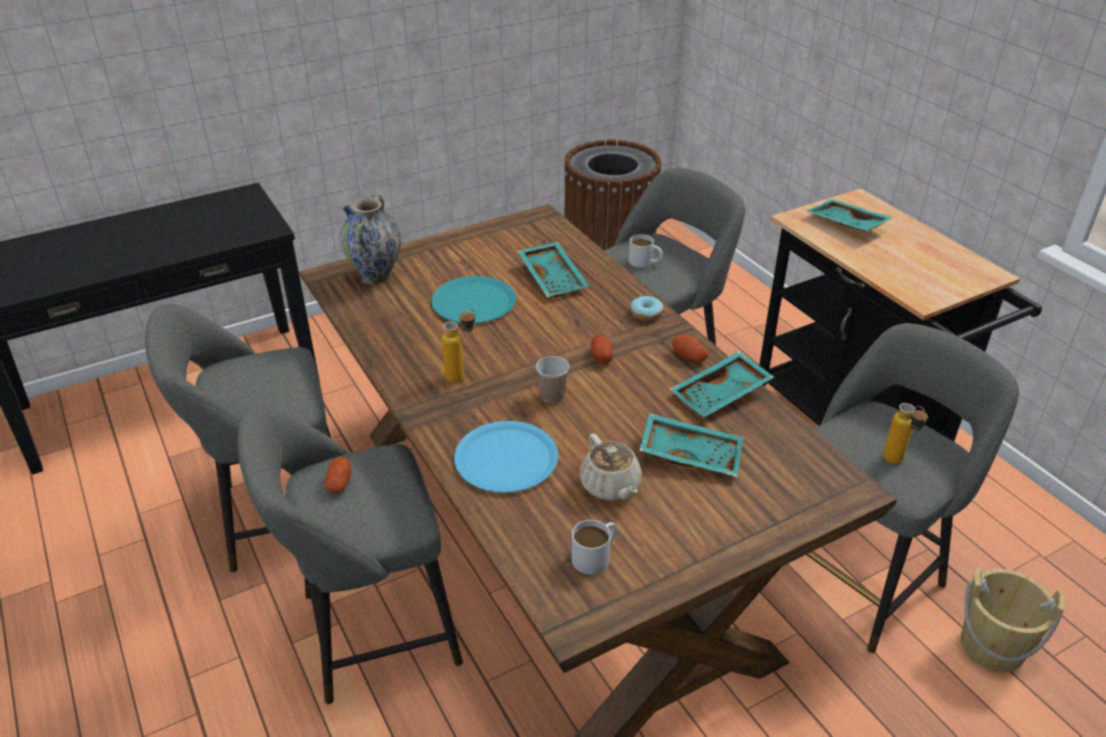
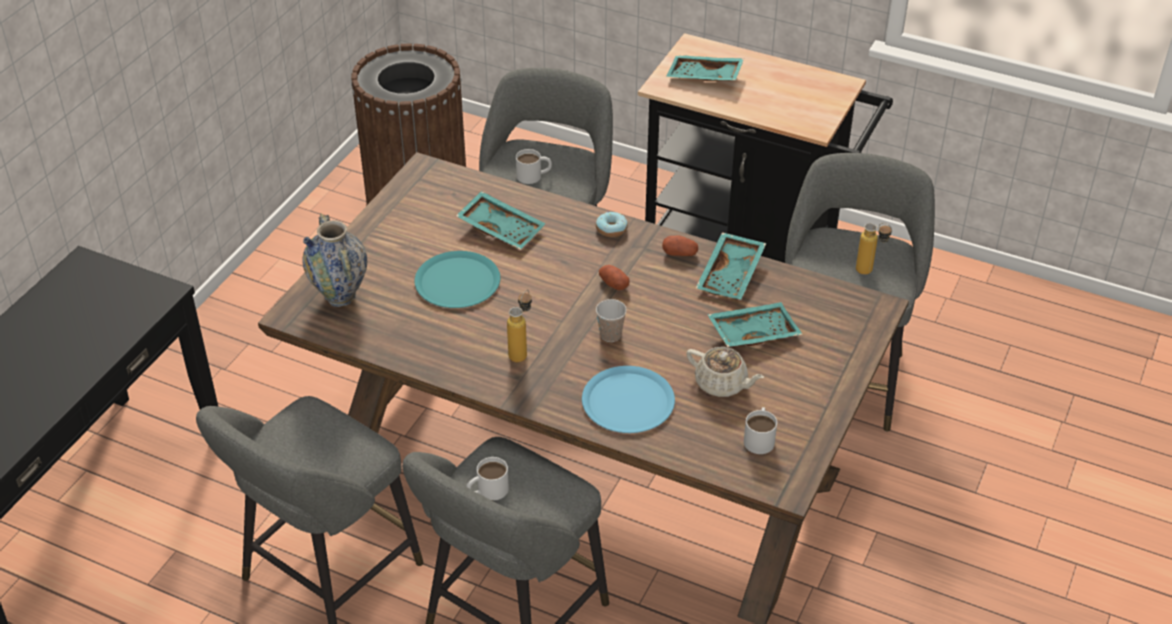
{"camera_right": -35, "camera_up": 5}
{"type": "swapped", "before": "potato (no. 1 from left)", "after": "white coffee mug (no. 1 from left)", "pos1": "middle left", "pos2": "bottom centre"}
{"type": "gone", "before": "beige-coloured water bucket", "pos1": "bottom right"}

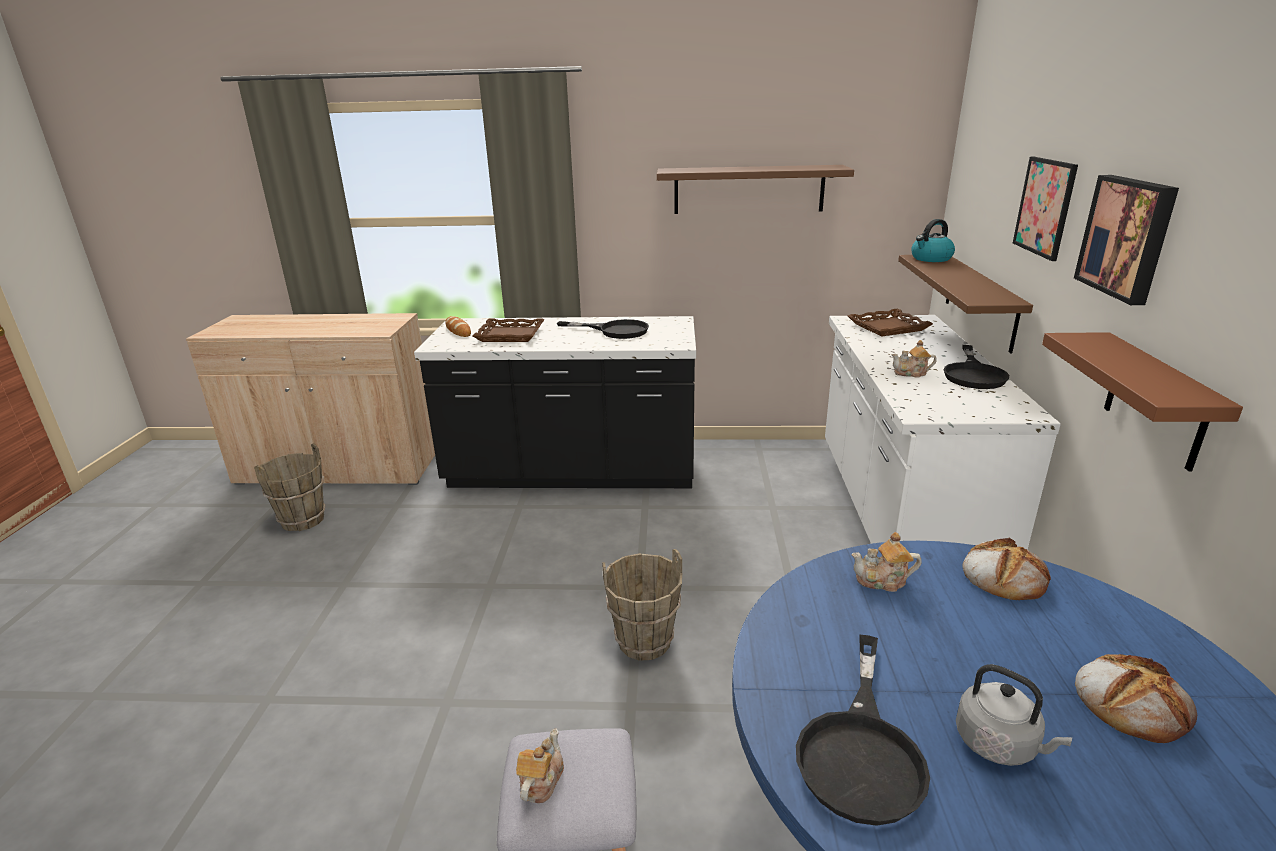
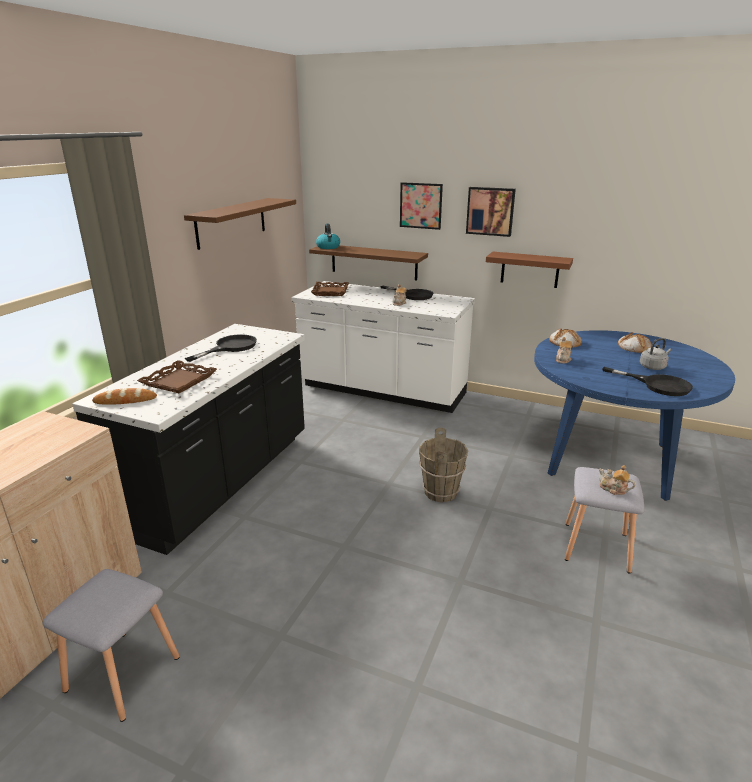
{"camera_right": -70, "camera_up": 0}
{"type": "swapped", "before": "brown water bucket (no. 1 from left)", "after": "gray stool seat (no. 1 from left)", "pos1": "middle left", "pos2": "bottom left"}

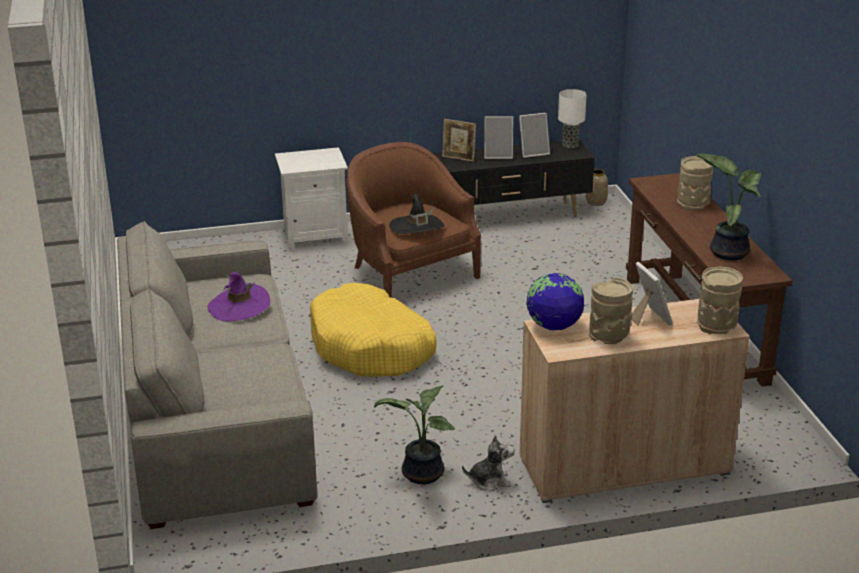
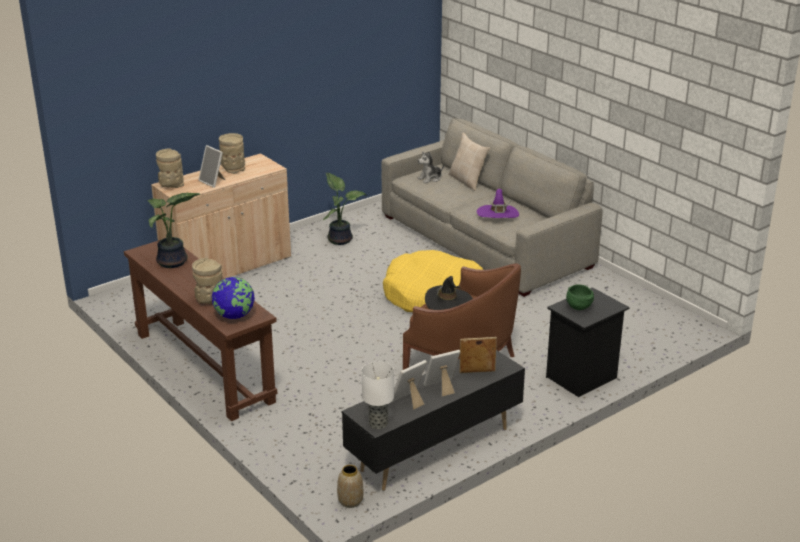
{"camera_right": 155, "camera_up": 0}
{"type": "repainted", "before": "white bedside table", "after": "black bedside table", "pos1": "centre", "pos2": "middle right"}
{"type": "shifted", "before": "cuddly toy", "pos1": "bottom centre", "pos2": "top centre"}
{"type": "shifted", "before": "globe", "pos1": "centre", "pos2": "middle left"}
{"type": "new", "after": "beige-coloured pillow", "pos2": "top centre"}
{"type": "new", "after": "green deep dish", "pos2": "middle right"}

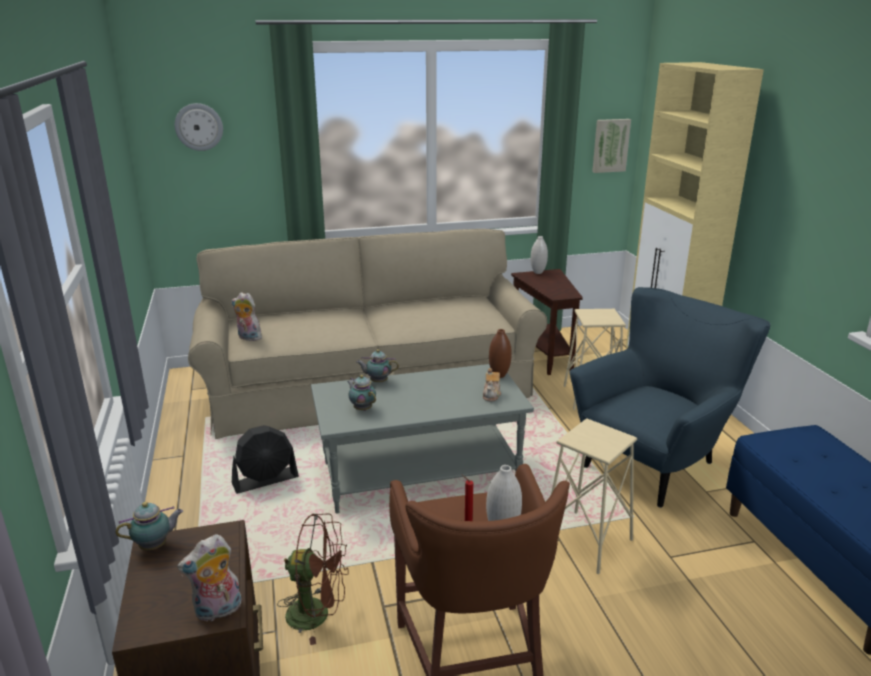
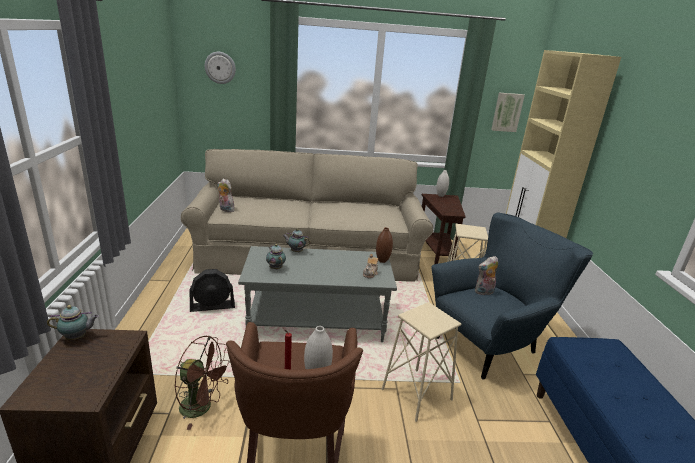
{"camera_right": 10, "camera_up": 0}
{"type": "shifted", "before": "cuddly toy (no. 1 from left in the first image)", "after": "cuddly toy (no. 2 from left)", "pos1": "bottom left", "pos2": "middle right"}

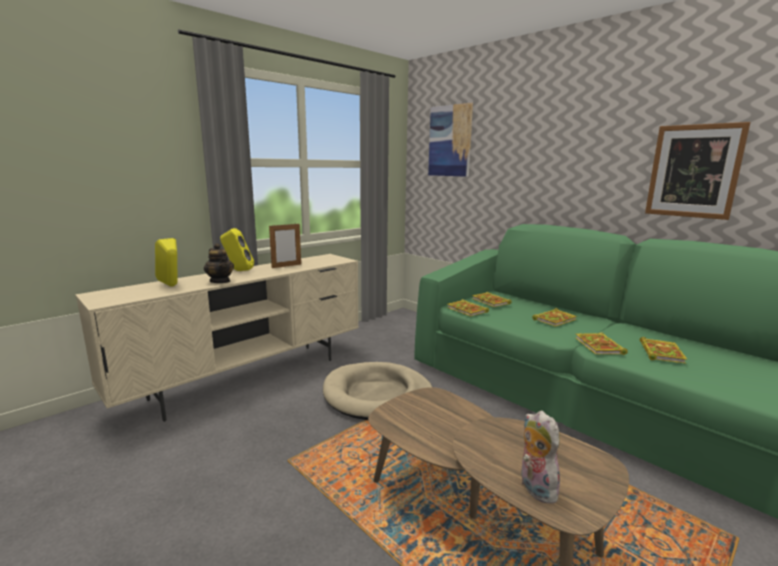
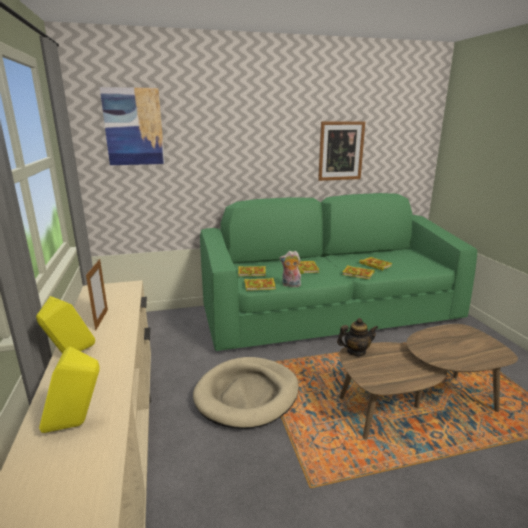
{"camera_right": -60, "camera_up": 5}
{"type": "shifted", "before": "tea pot", "pos1": "middle left", "pos2": "middle right"}
{"type": "shifted", "before": "cuddly toy", "pos1": "bottom right", "pos2": "centre"}

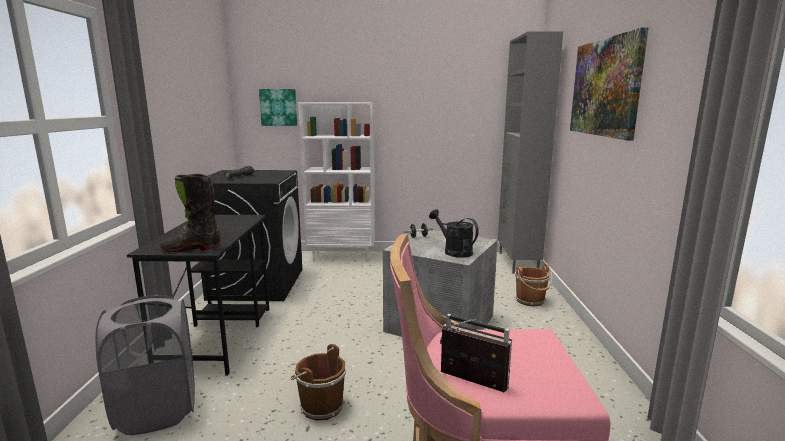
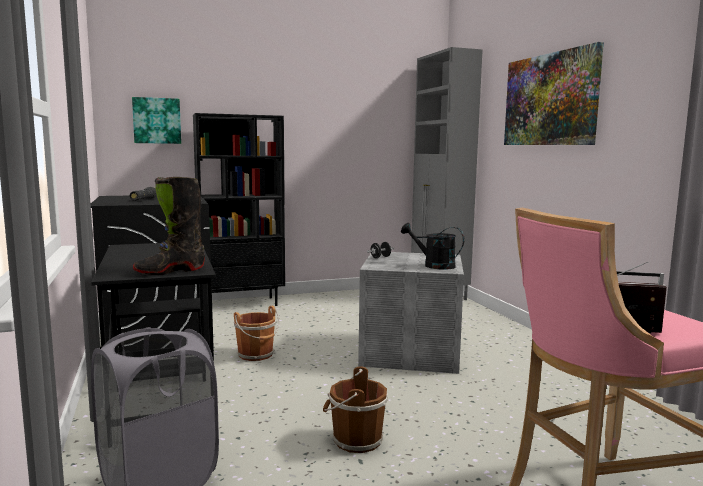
{"camera_right": -20, "camera_up": -5}
{"type": "repainted", "before": "white bookcase", "after": "black bookcase", "pos1": "centre", "pos2": "centre"}
{"type": "shifted", "before": "brown water bucket (no. 2 from left in the first image)", "after": "brown water bucket (no. 1 from left)", "pos1": "middle right", "pos2": "bottom centre"}

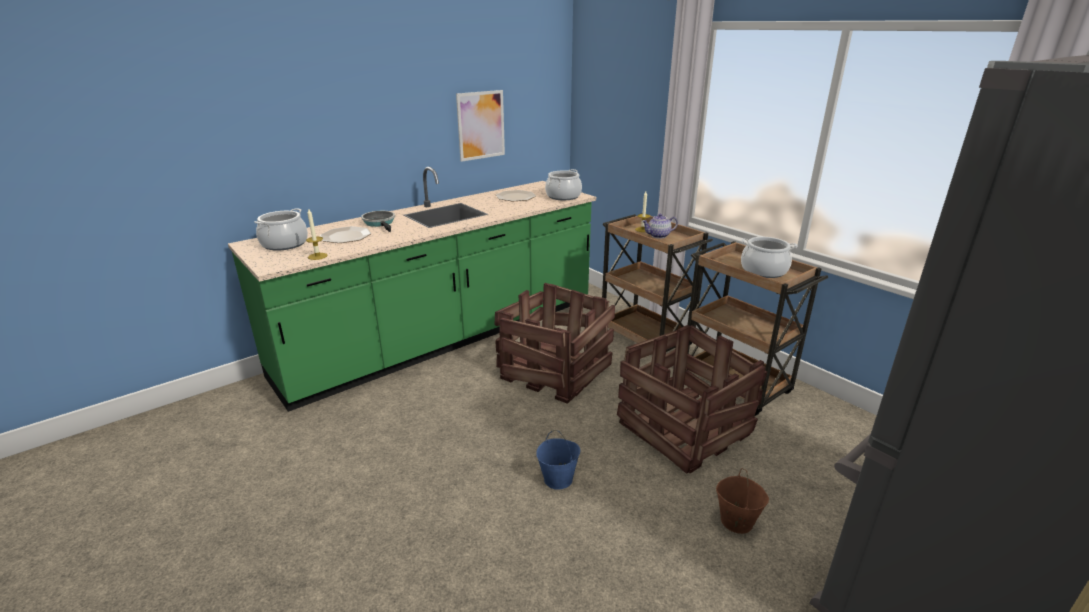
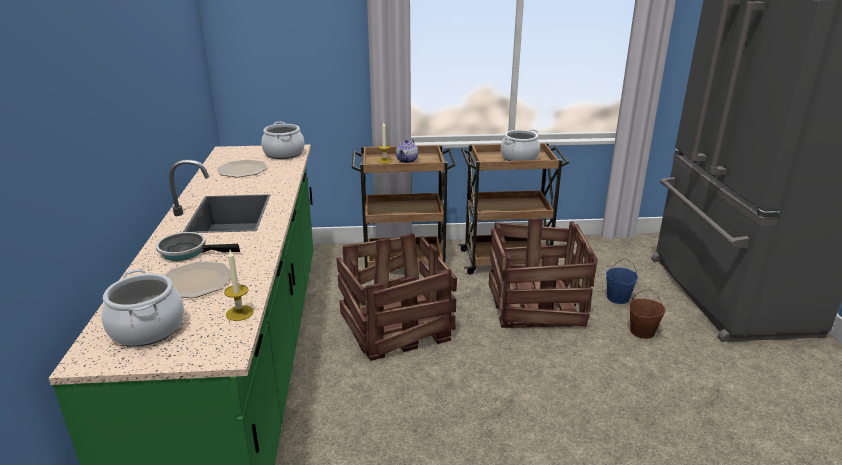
{"camera_right": -55, "camera_up": 0}
{"type": "gone", "before": "wall picture", "pos1": "top centre"}
{"type": "shifted", "before": "bluish water bucket", "pos1": "bottom centre", "pos2": "middle right"}

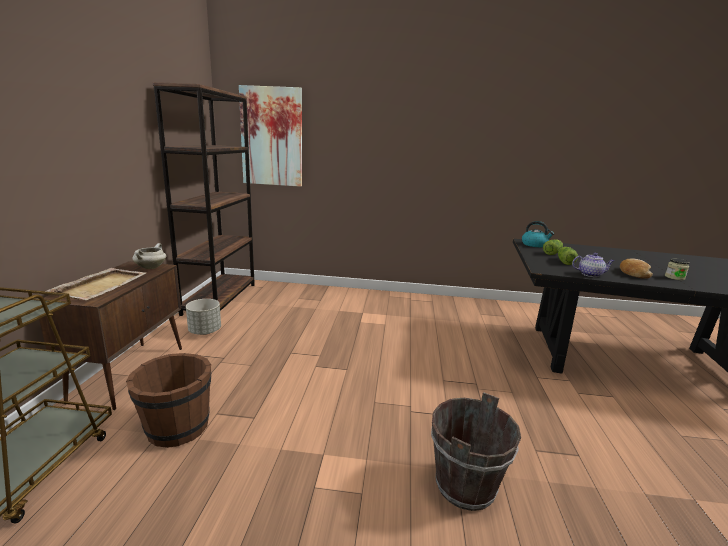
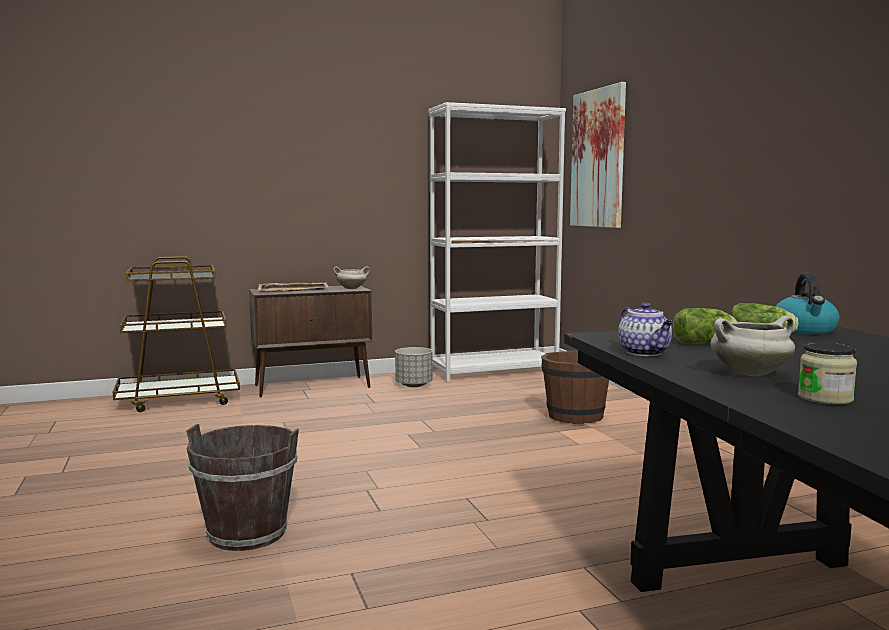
{"camera_right": 65, "camera_up": -10}
{"type": "shifted", "before": "brown water bucket (no. 1 from left in the first image)", "after": "brown water bucket (no. 2 from left)", "pos1": "bottom left", "pos2": "centre"}
{"type": "repainted", "before": "brown bookcase", "after": "white bookcase", "pos1": "middle left", "pos2": "centre"}
{"type": "swapped", "before": "bread", "after": "white cooking pot (no. 2 from left)", "pos1": "middle right", "pos2": "middle right"}

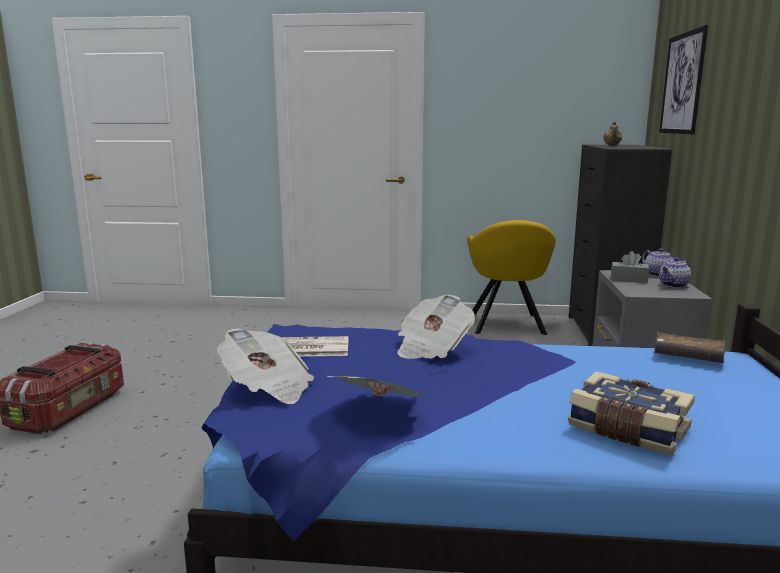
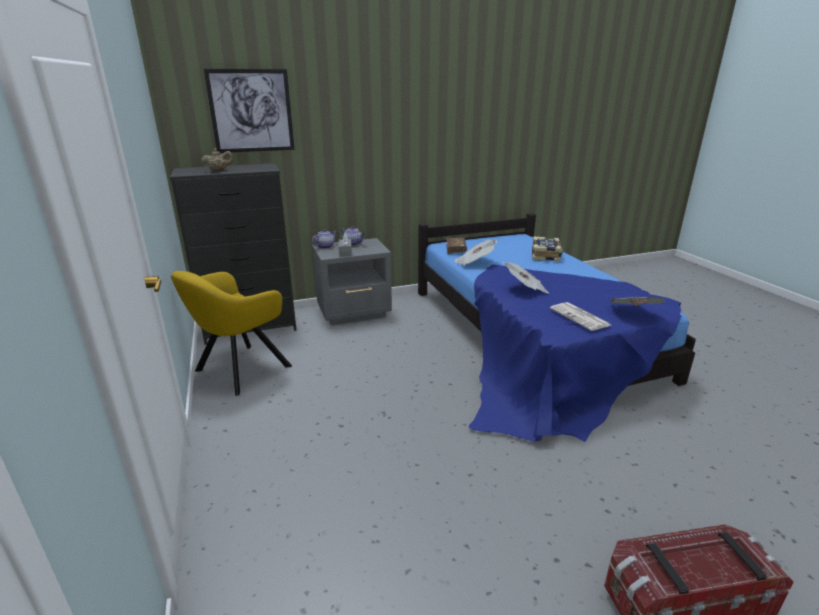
{"camera_right": -115, "camera_up": 10}
{"type": "shifted", "before": "newspaper (no. 3 from left in the first image)", "after": "newspaper (no. 1 from left)", "pos1": "bottom centre", "pos2": "centre"}
{"type": "rotated", "before": "yellow armchair", "pos1": "centre", "pos2": "middle left", "turn": 150}

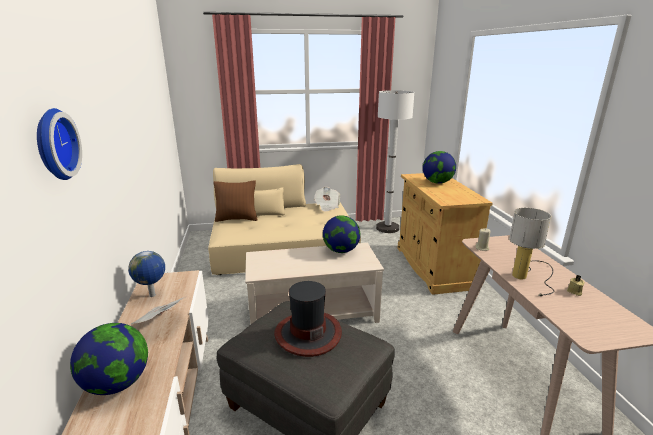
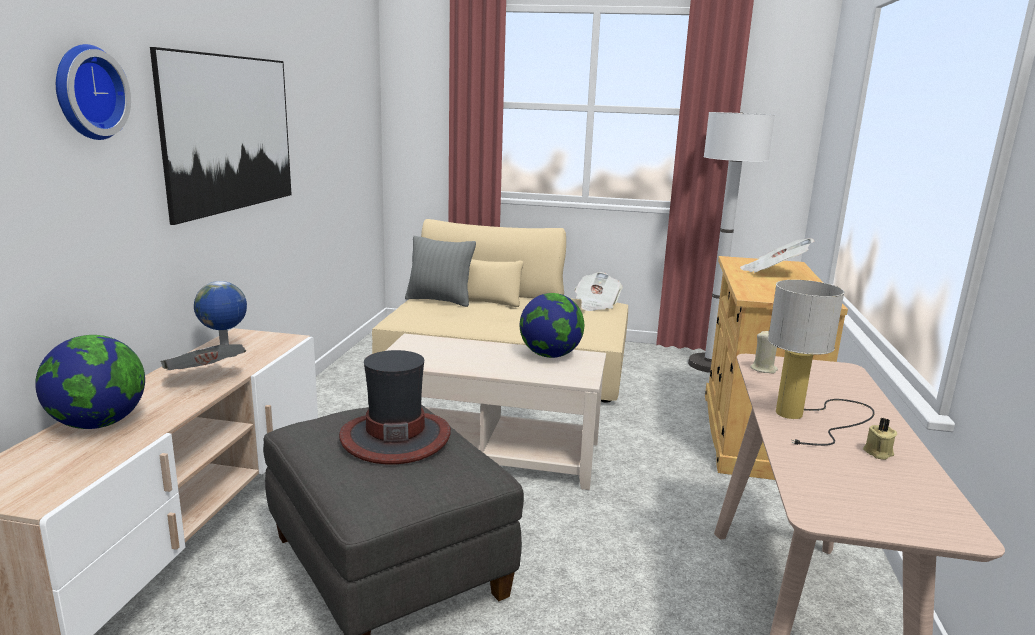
{"camera_right": 20, "camera_up": -5}
{"type": "repainted", "before": "brown pillow", "after": "gray pillow", "pos1": "centre", "pos2": "centre"}
{"type": "swapped", "before": "globe (no. 4 from left)", "after": "newspaper (no. 3 from left)", "pos1": "middle right", "pos2": "middle right"}
{"type": "new", "after": "wall picture", "pos2": "top left"}

